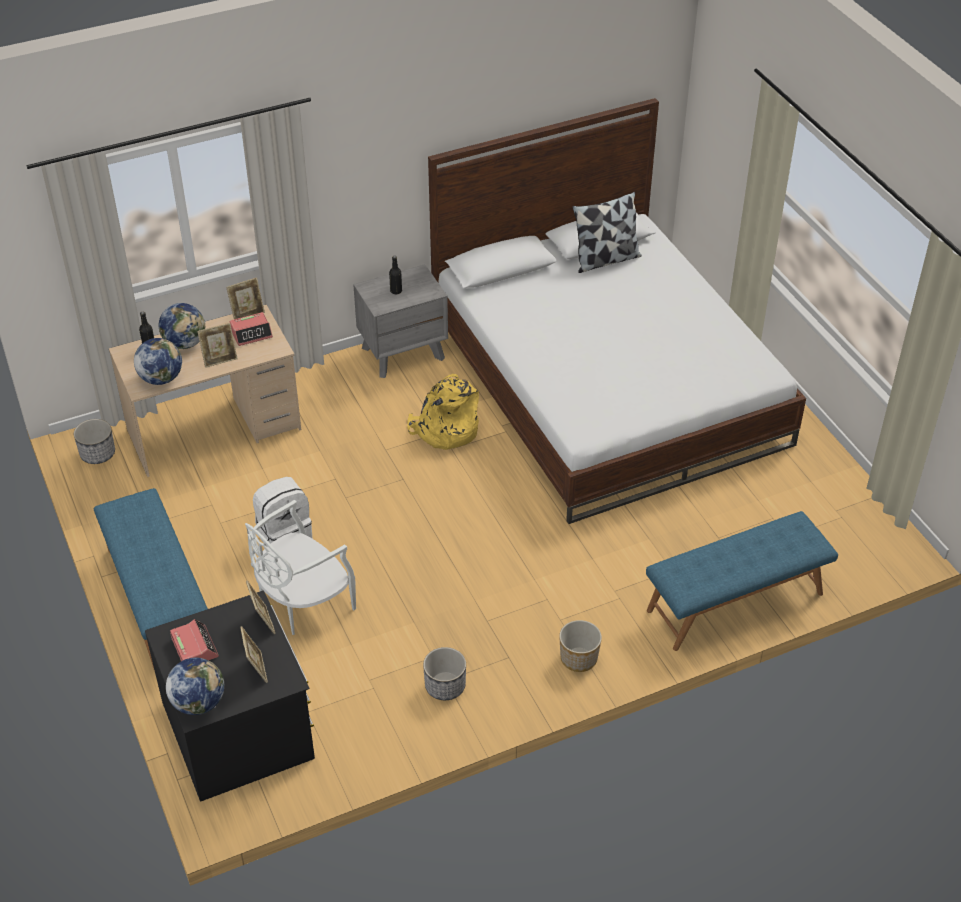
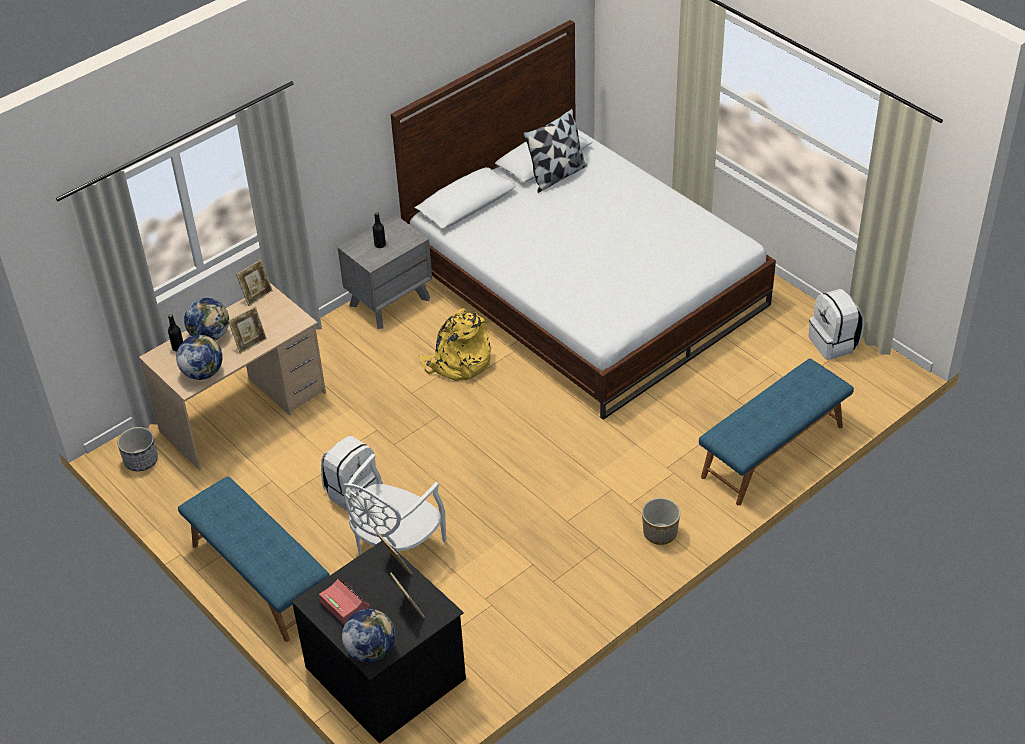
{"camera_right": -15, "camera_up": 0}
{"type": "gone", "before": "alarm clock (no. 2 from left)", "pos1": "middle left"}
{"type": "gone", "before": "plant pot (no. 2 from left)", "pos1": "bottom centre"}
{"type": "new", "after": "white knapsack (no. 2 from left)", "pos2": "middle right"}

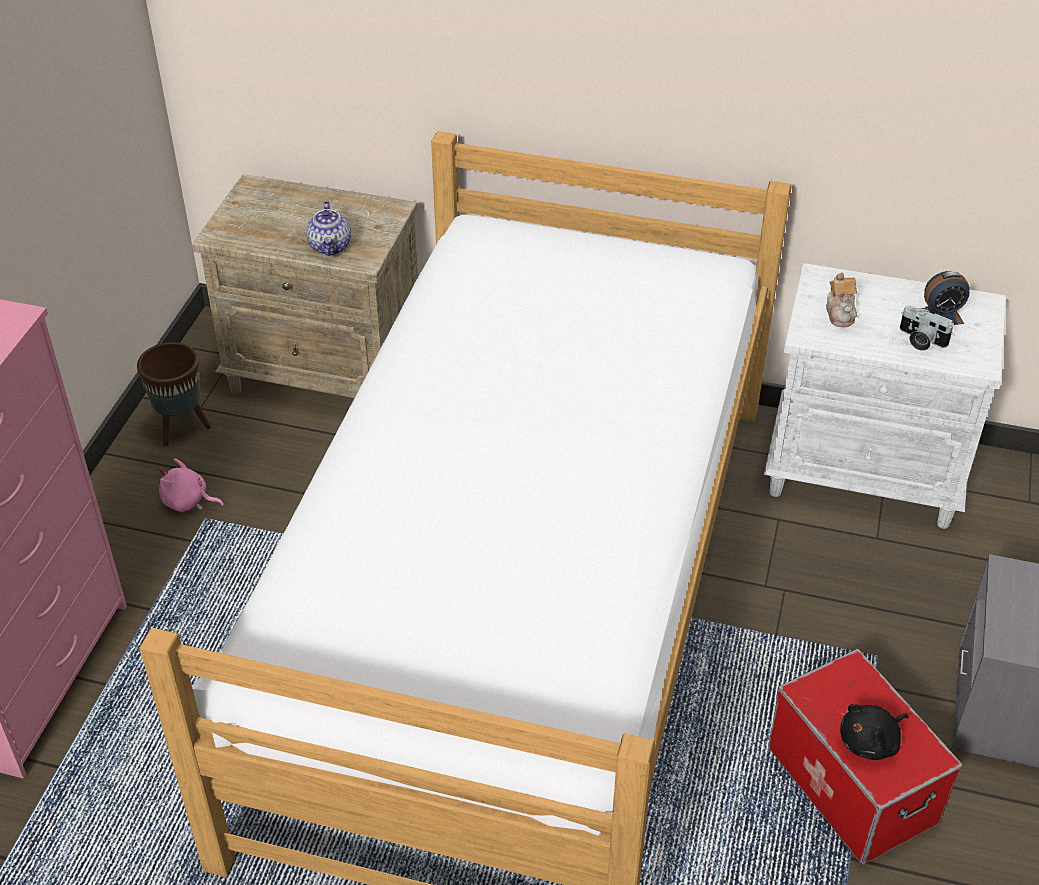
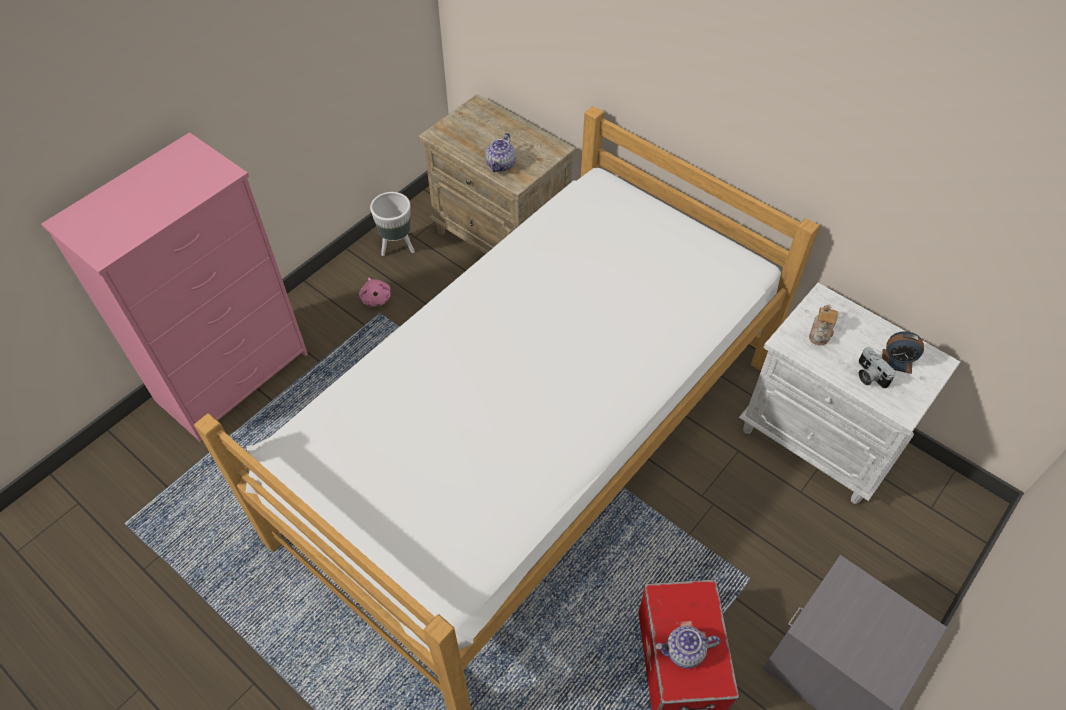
{"camera_right": 25, "camera_up": 10}
{"type": "repainted", "before": "brown plant pot", "after": "white plant pot", "pos1": "middle left", "pos2": "top centre"}
{"type": "rotated", "before": "pink-coloured cuddly toy", "pos1": "middle left", "pos2": "centre", "turn": -150}
{"type": "swapped", "before": "black cuddly toy", "after": "tea pot (no. 2 from left)", "pos1": "bottom right", "pos2": "bottom centre"}

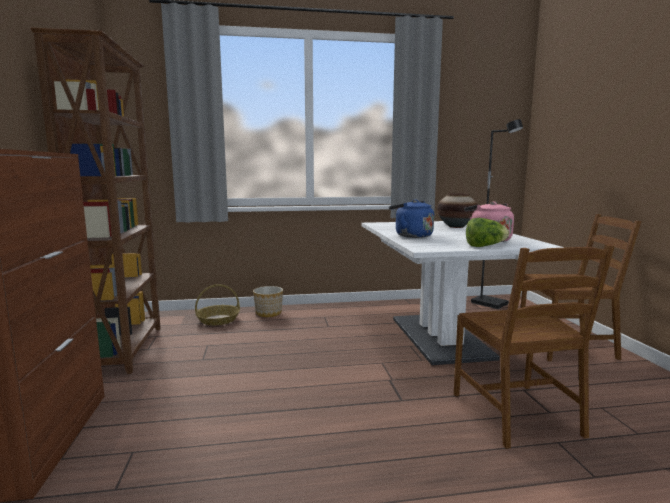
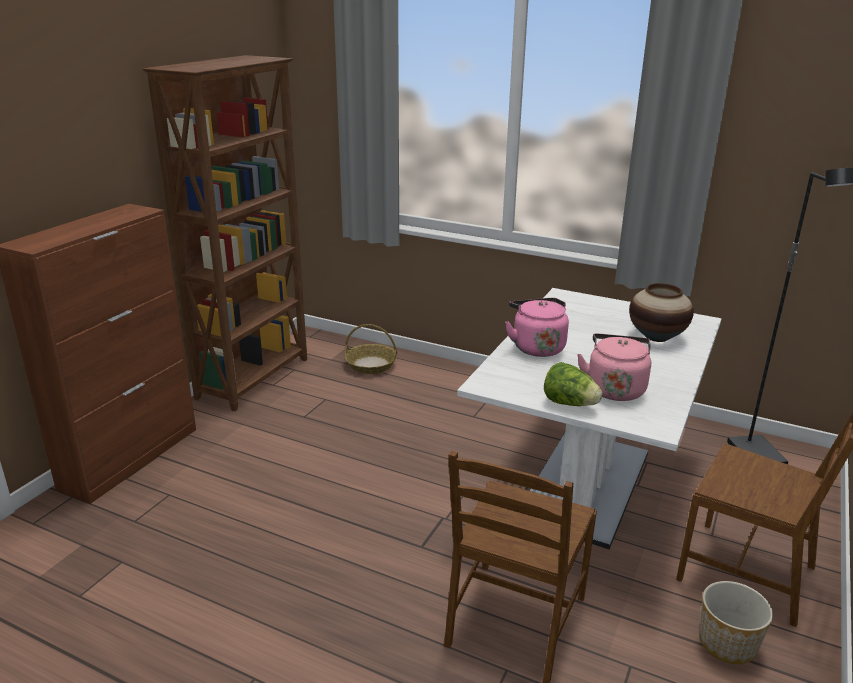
{"camera_right": 35, "camera_up": 15}
{"type": "shifted", "before": "plant pot", "pos1": "centre", "pos2": "bottom right"}
{"type": "repainted", "before": "bluish tea kettle", "after": "pink-coloured tea kettle (no. 1 from left)", "pos1": "centre", "pos2": "centre"}

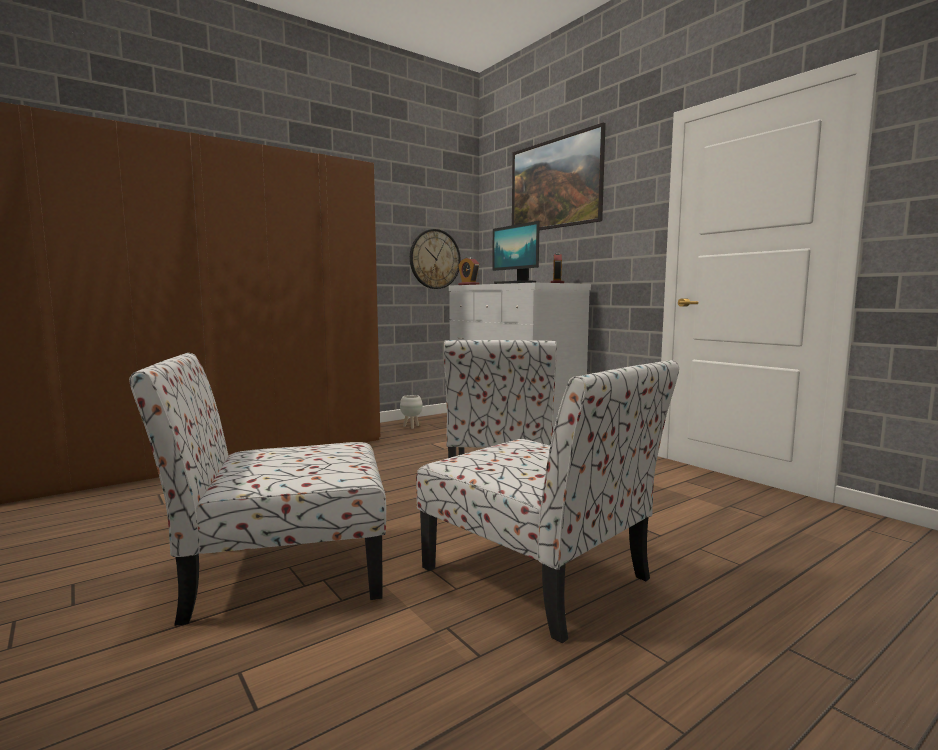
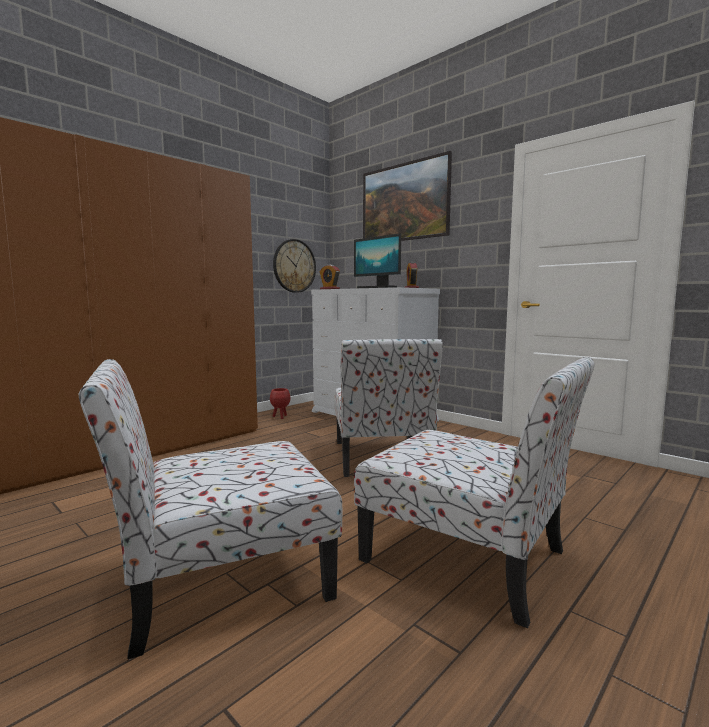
{"camera_right": -10, "camera_up": 0}
{"type": "repainted", "before": "white plant pot", "after": "red plant pot", "pos1": "centre", "pos2": "centre"}

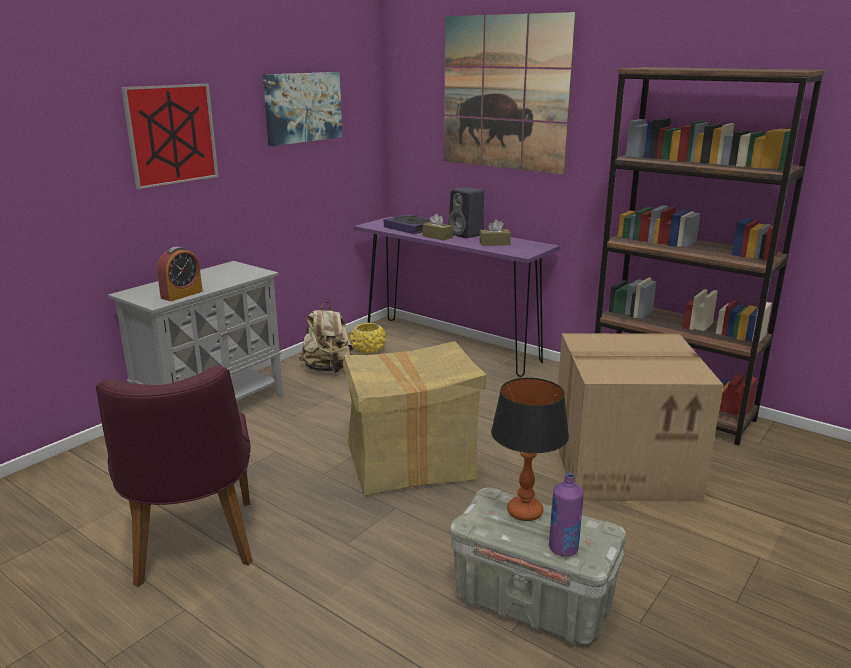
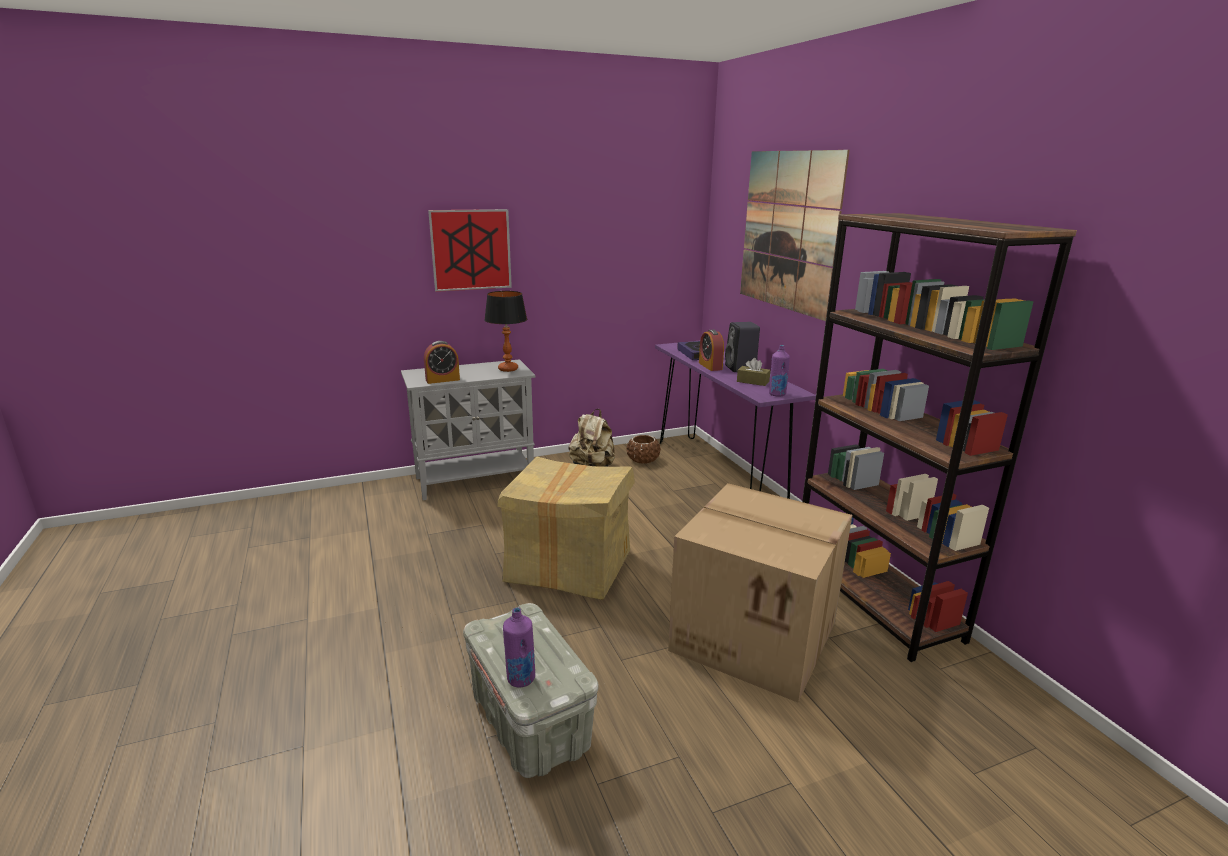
{"camera_right": 30, "camera_up": 0}
{"type": "gone", "before": "purple plain chair", "pos1": "bottom left"}
{"type": "gone", "before": "wall picture (no. 2 from left)", "pos1": "top centre"}
{"type": "repainted", "before": "yellow plant pot", "after": "brown plant pot", "pos1": "centre", "pos2": "centre"}
{"type": "swapped", "before": "brown tissue box (no. 1 from left)", "after": "alarm clock (no. 2 from left)", "pos1": "centre", "pos2": "centre"}
{"type": "shifted", "before": "lamp for a table", "pos1": "bottom centre", "pos2": "centre"}
{"type": "new", "after": "purple bottle (no. 2 from left)", "pos2": "centre"}

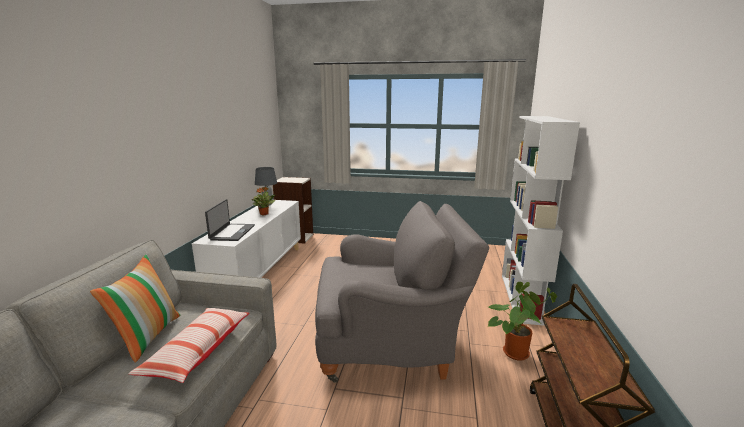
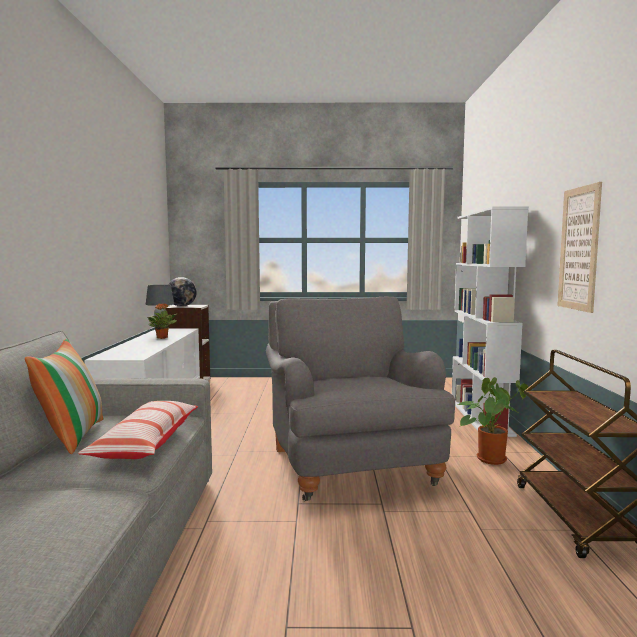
{"camera_right": -10, "camera_up": -10}
{"type": "gone", "before": "notebook computer", "pos1": "middle left"}
{"type": "rotated", "before": "gray armchair", "pos1": "bottom centre", "pos2": "centre", "turn": -90}
{"type": "new", "after": "globe", "pos2": "middle left"}
{"type": "new", "after": "wall picture", "pos2": "middle right"}

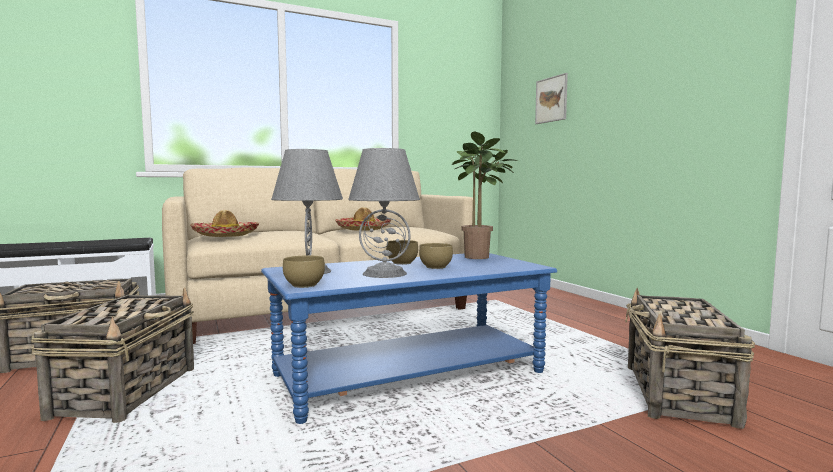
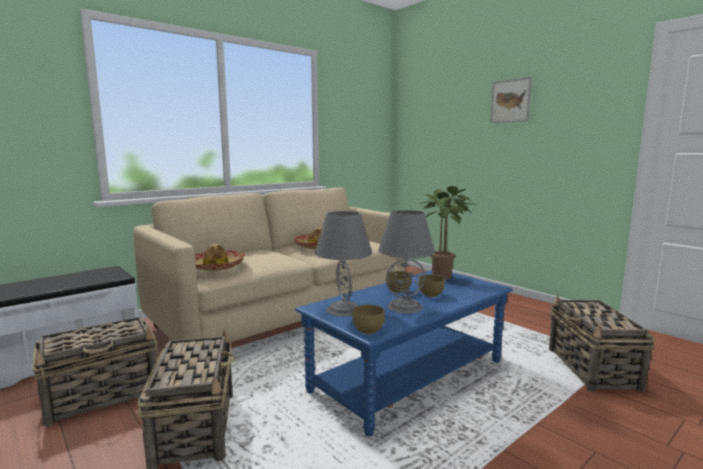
{"camera_right": -15, "camera_up": 5}
{"type": "shifted", "before": "wall picture", "pos1": "top centre", "pos2": "top right"}

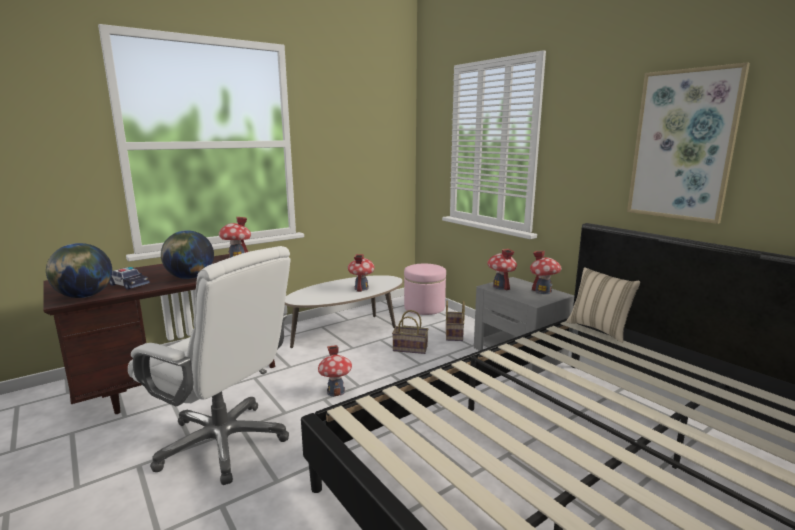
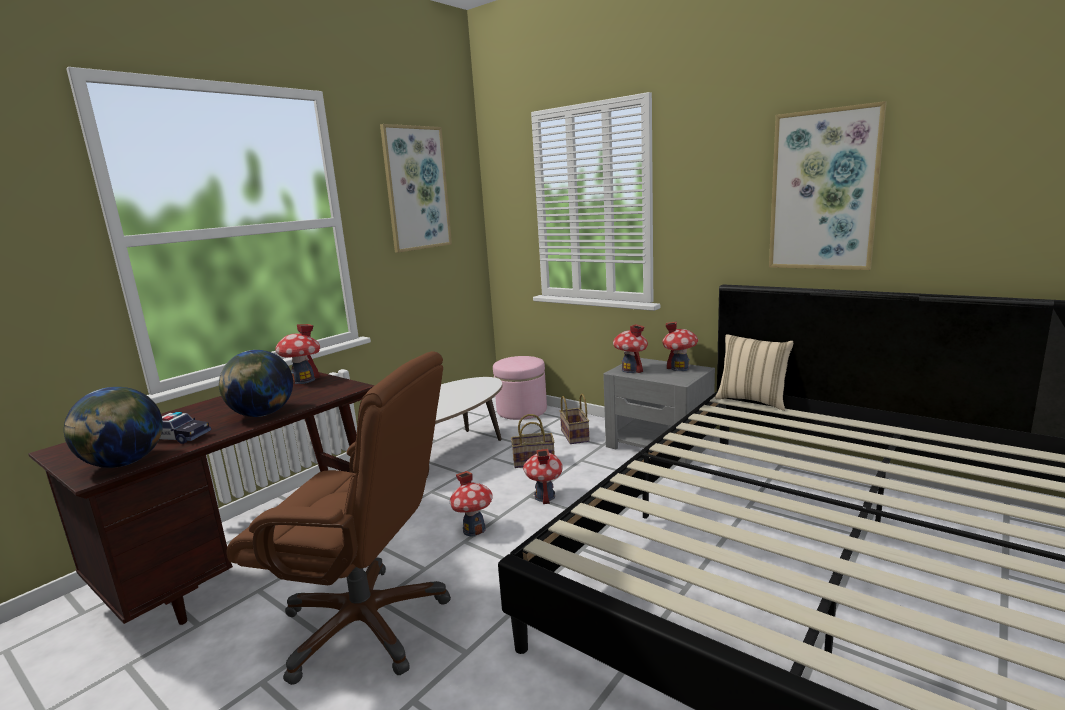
{"camera_right": -15, "camera_up": 0}
{"type": "repainted", "before": "white computer chair", "after": "brown computer chair", "pos1": "bottom left", "pos2": "bottom left"}
{"type": "shifted", "before": "miniature house (no. 3 from left)", "pos1": "centre", "pos2": "bottom centre"}
{"type": "new", "after": "wall picture (no. 1 from left)", "pos2": "top centre"}

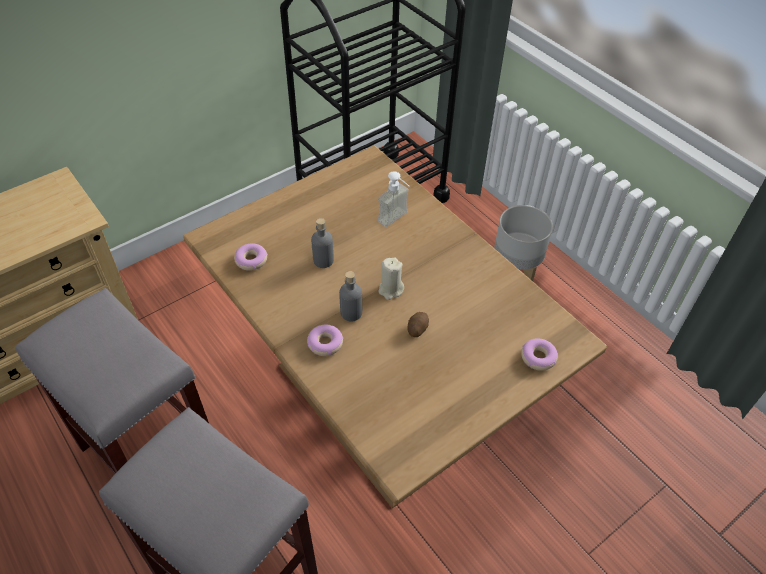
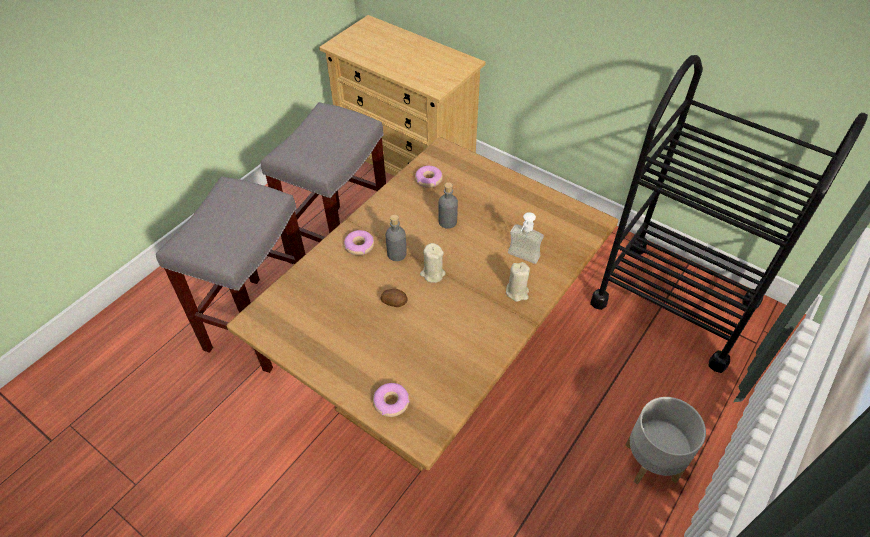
{"camera_right": 75, "camera_up": 0}
{"type": "new", "after": "beige-coloured candle (no. 2 from left)", "pos2": "centre"}

